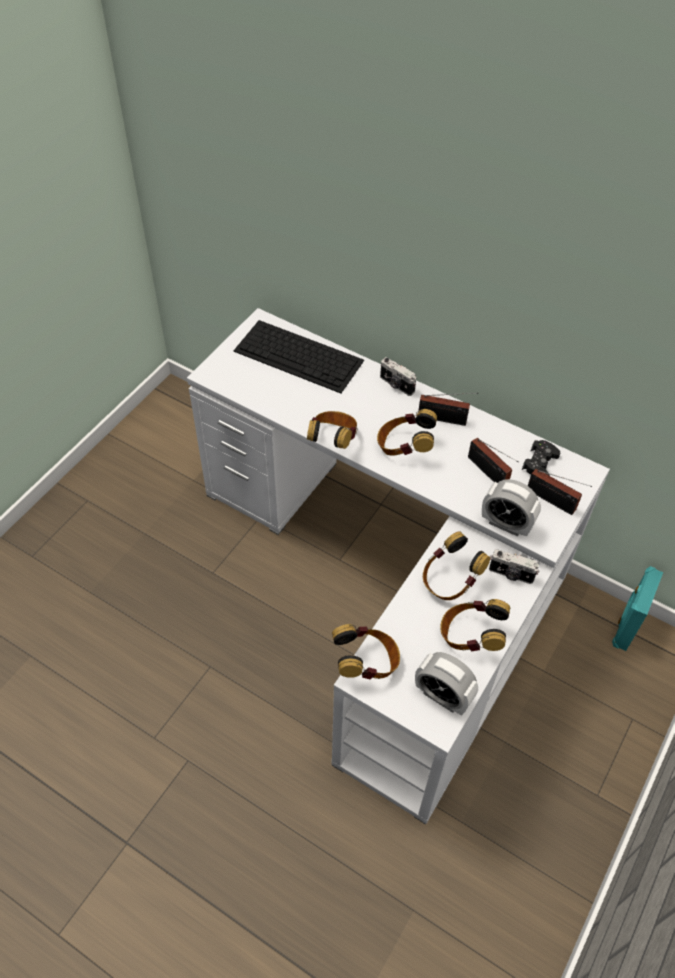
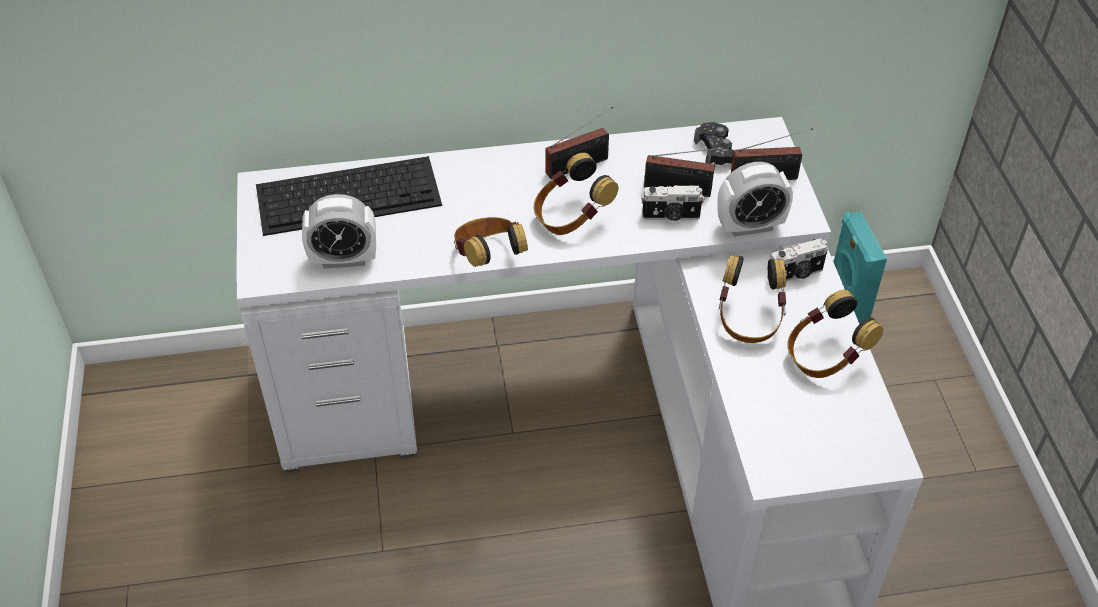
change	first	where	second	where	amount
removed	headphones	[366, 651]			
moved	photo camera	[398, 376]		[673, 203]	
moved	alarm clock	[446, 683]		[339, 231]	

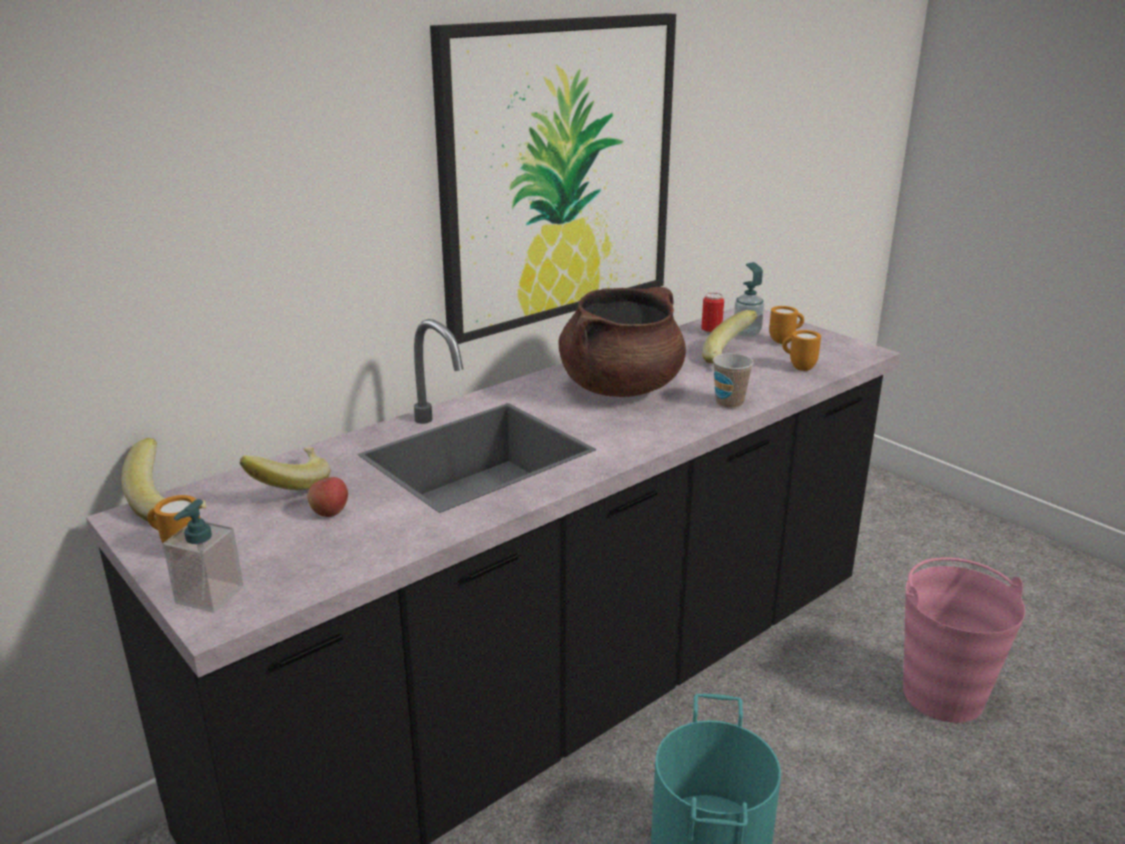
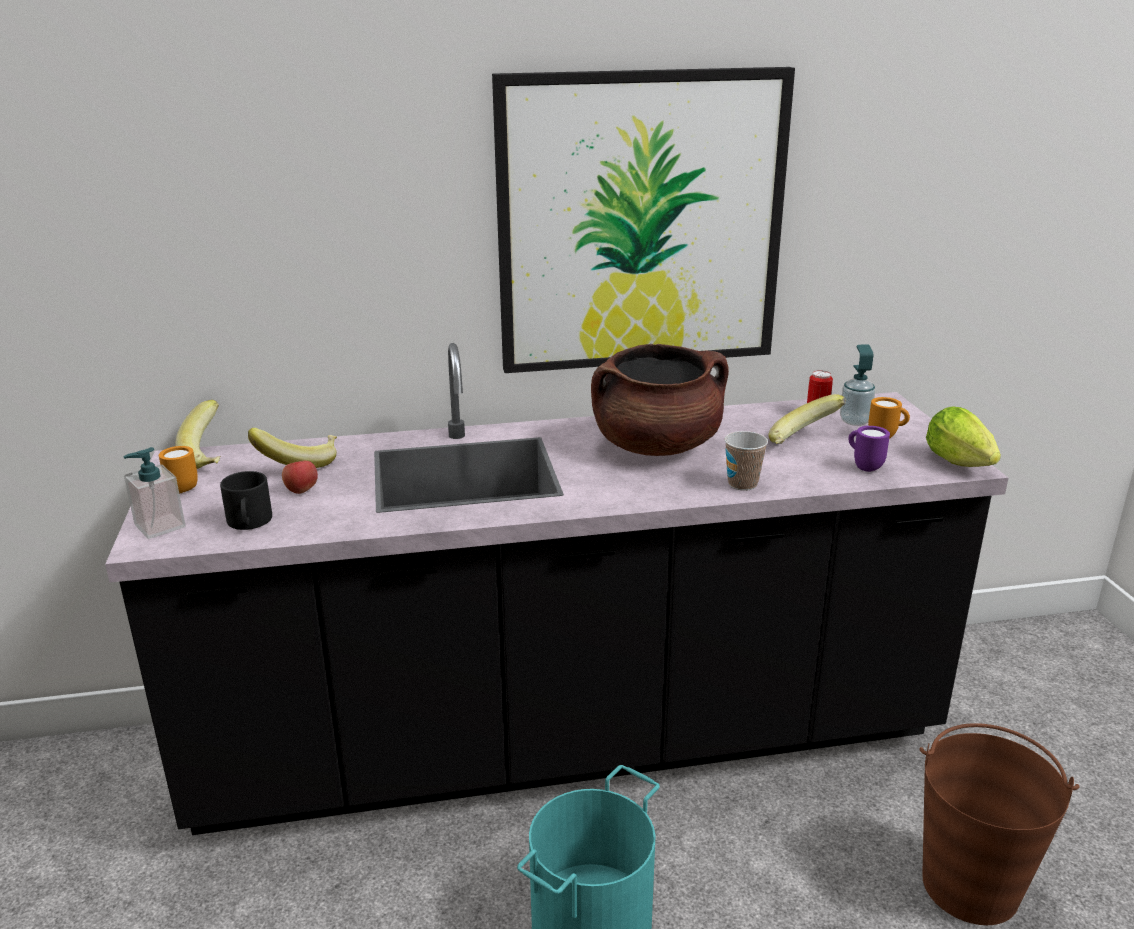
change	first	where	second	where	amount
added			mug (black)	[246, 500]	
added			lettuce	[963, 436]	
recoloured	mug (orange)	[801, 350]	mug (purple)	[869, 449]	
recoloured	bucket (pink)	[964, 640]	bucket (brown)	[999, 824]	

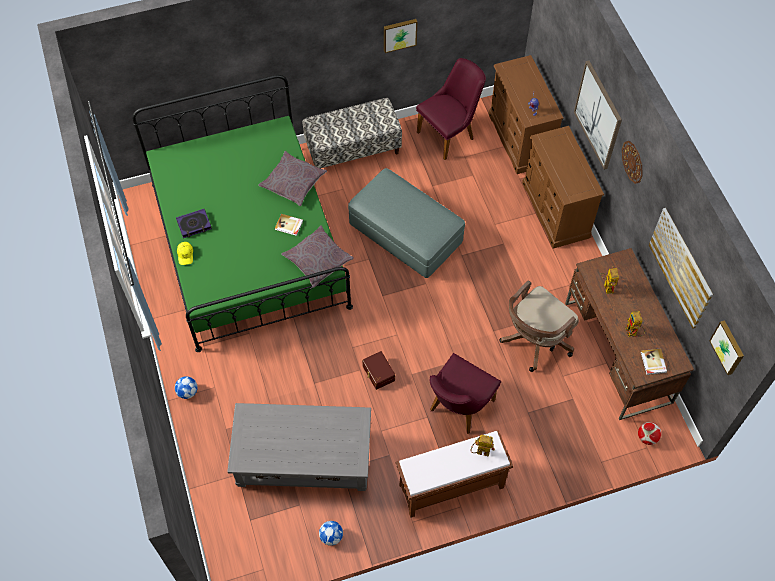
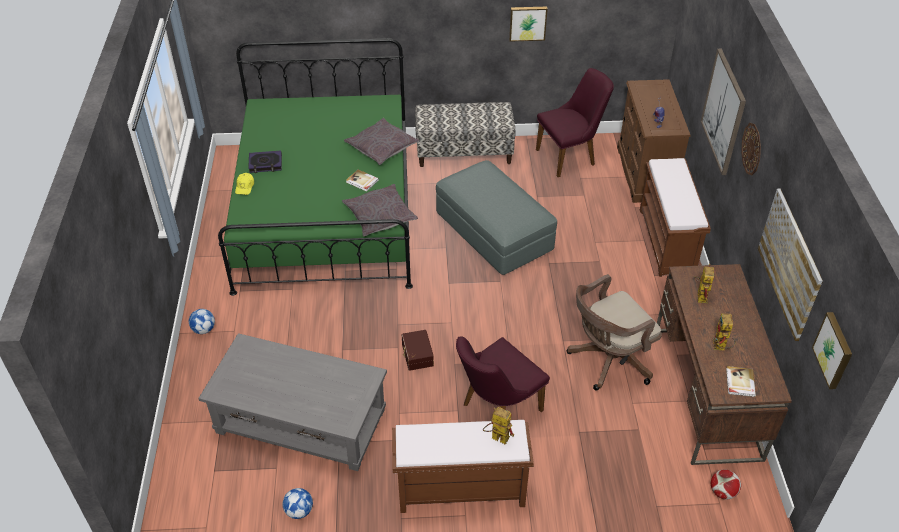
change	first	where	second	where	amount
replaced	dresser (brown)	[563, 187]	bench (brown)	[675, 217]	

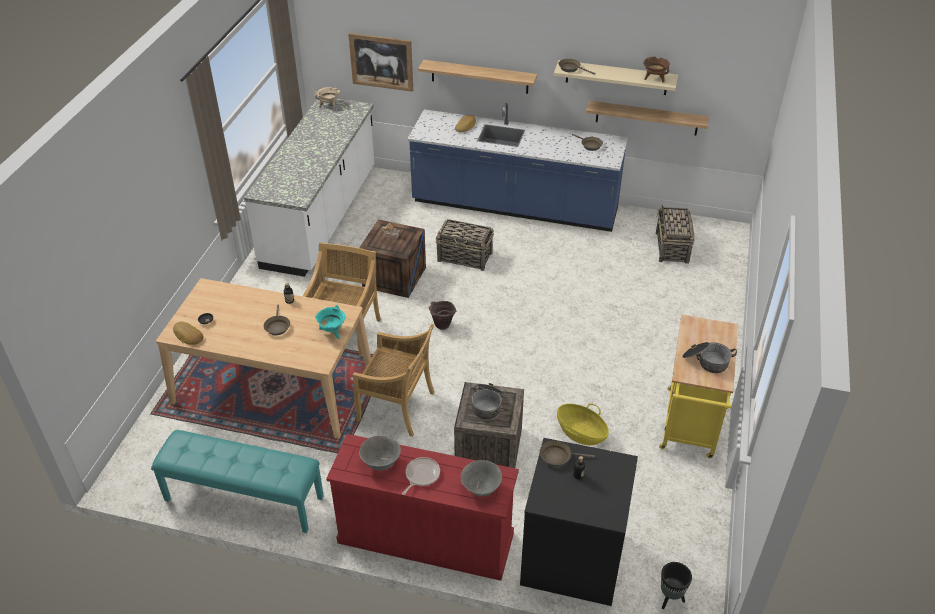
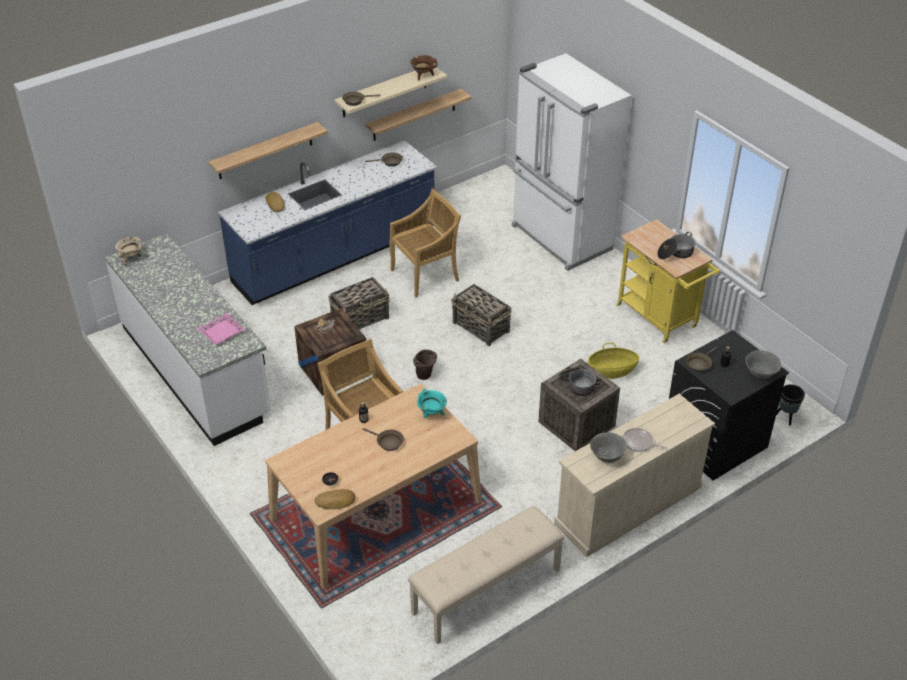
change	first	where	second	where	amount
removed	picture	[380, 62]			
added			tray (pink)	[221, 329]	
added			fridge (white)	[572, 162]	
moved	chair (beige)	[393, 380]		[425, 243]	
moved	bowl (grey)	[481, 478]		[763, 364]	
moved	basket	[675, 234]		[481, 315]	
recoloured	bench (turquoise)	[237, 481]	bench (beige)	[486, 575]	
recoloured	dresser (red)	[422, 507]	dresser (beige)	[634, 475]	
turned	frying pan	[421, 476]		[645, 440]	45 degrees counterclockwise

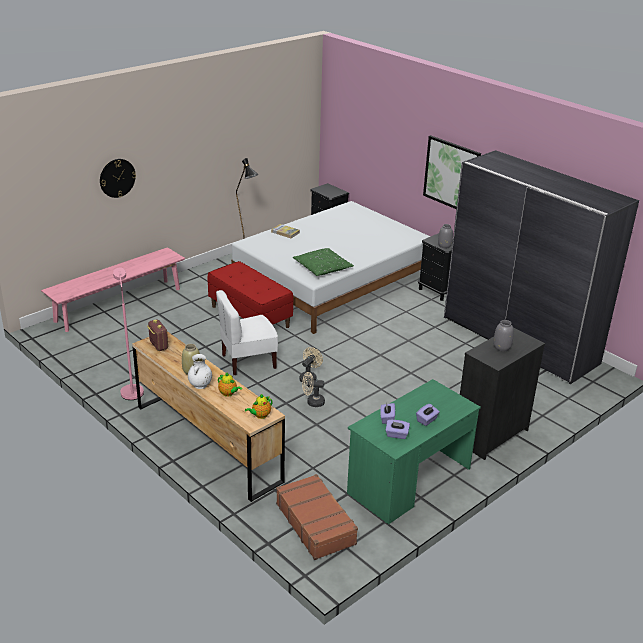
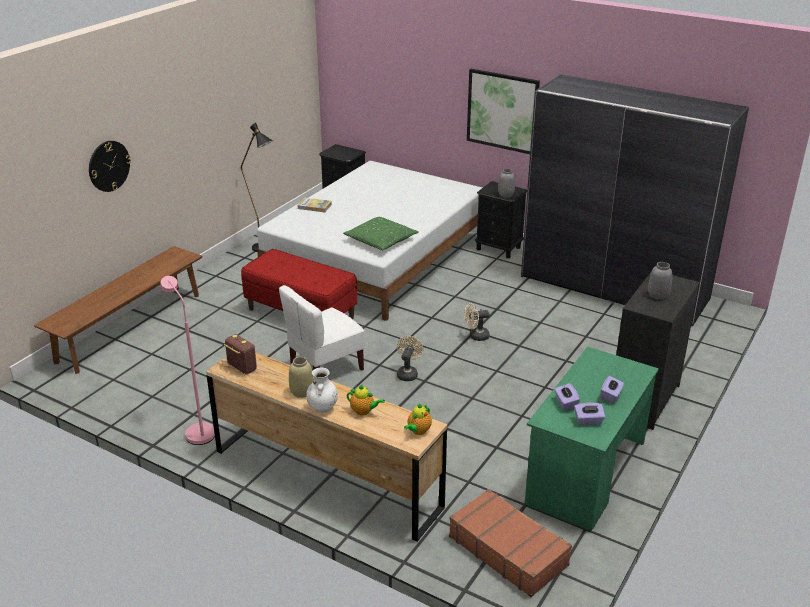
change	first	where	second	where	amount
moved	fan (beige)	[313, 389]		[477, 322]	
recoloured	bench (pink)	[113, 289]	bench (brown)	[118, 310]	

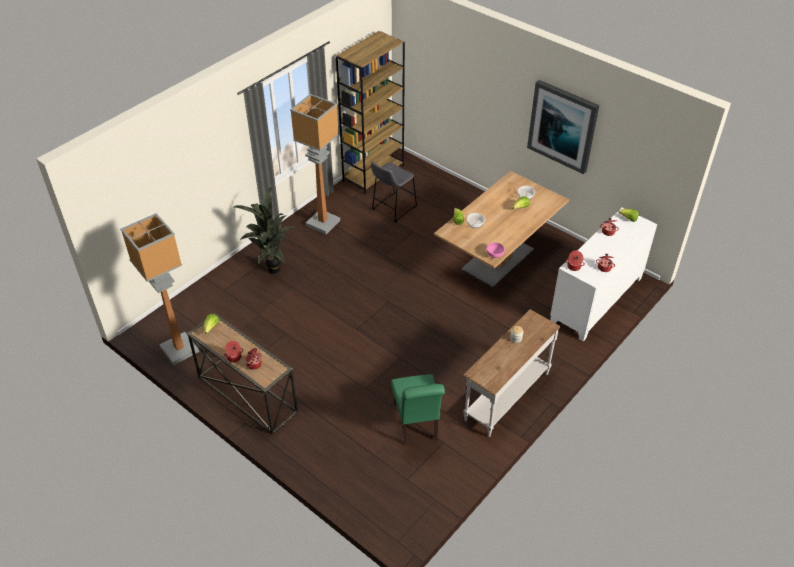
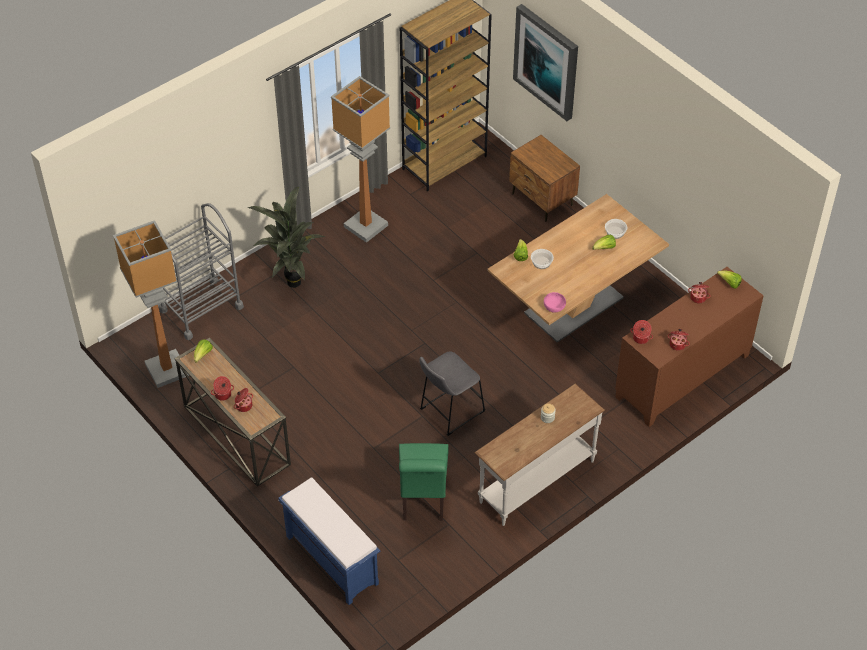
change	first	where	second	where	amount
added			cart (grey)	[201, 271]	
added			bench (blue)	[329, 541]	
added			nightstand (brown)	[544, 178]	
moved	stool (grey)	[394, 191]		[452, 393]	
moved	picture	[563, 127]		[545, 62]	
recoloured	cabinet (white)	[603, 274]	cabinet (brown)	[689, 347]	

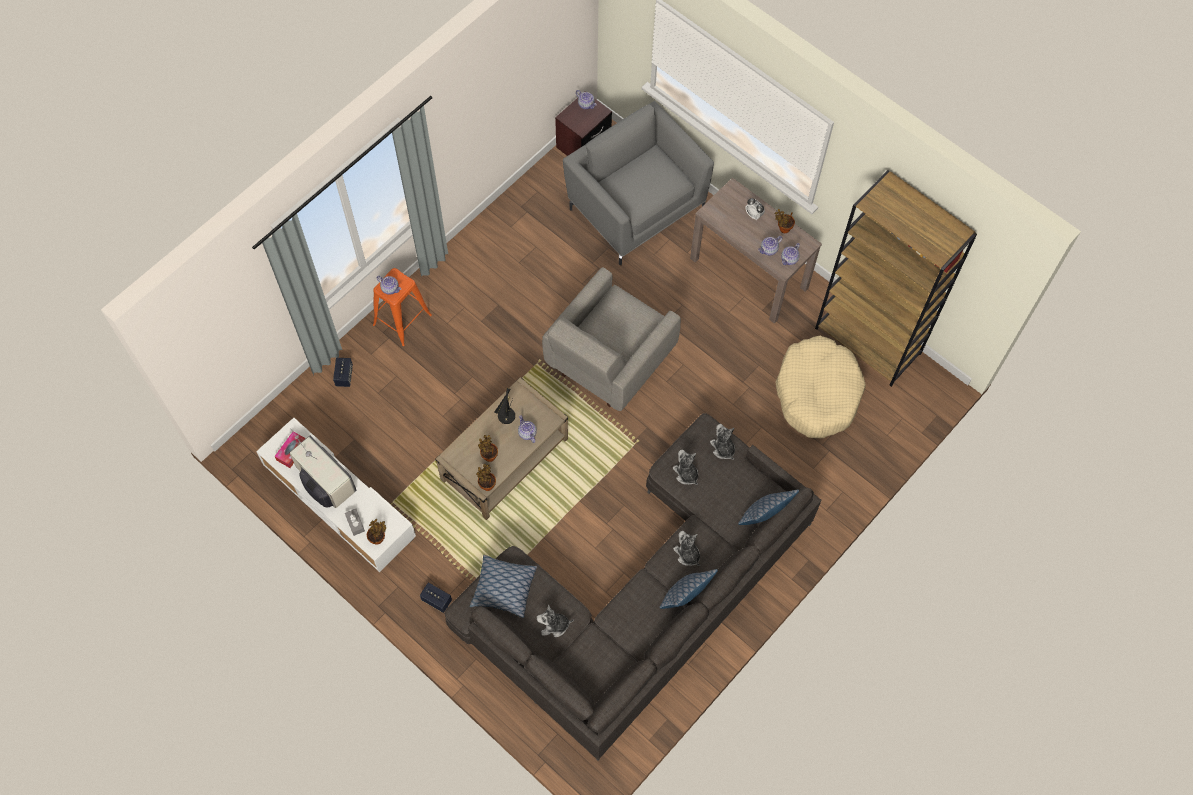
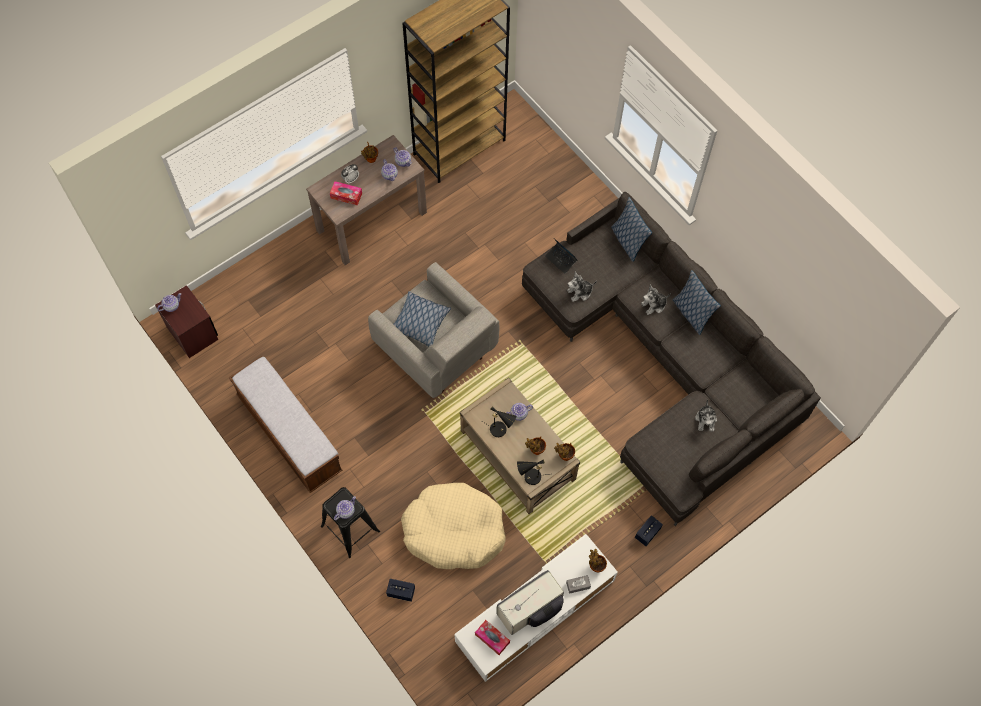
change	first	where	second	where	amount
removed	armchair (grey)	[638, 183]			
added			bench	[286, 424]	
added			tissue box	[346, 193]	
added			table lamp (black)	[533, 472]	
moved	pillow	[503, 586]		[422, 319]	
moved	dog bed (beige)	[820, 387]		[453, 526]	
replaced	plush toy	[722, 442]	laptop	[561, 256]	
recoloured	stool (orange)	[402, 307]	stool (black)	[350, 522]	

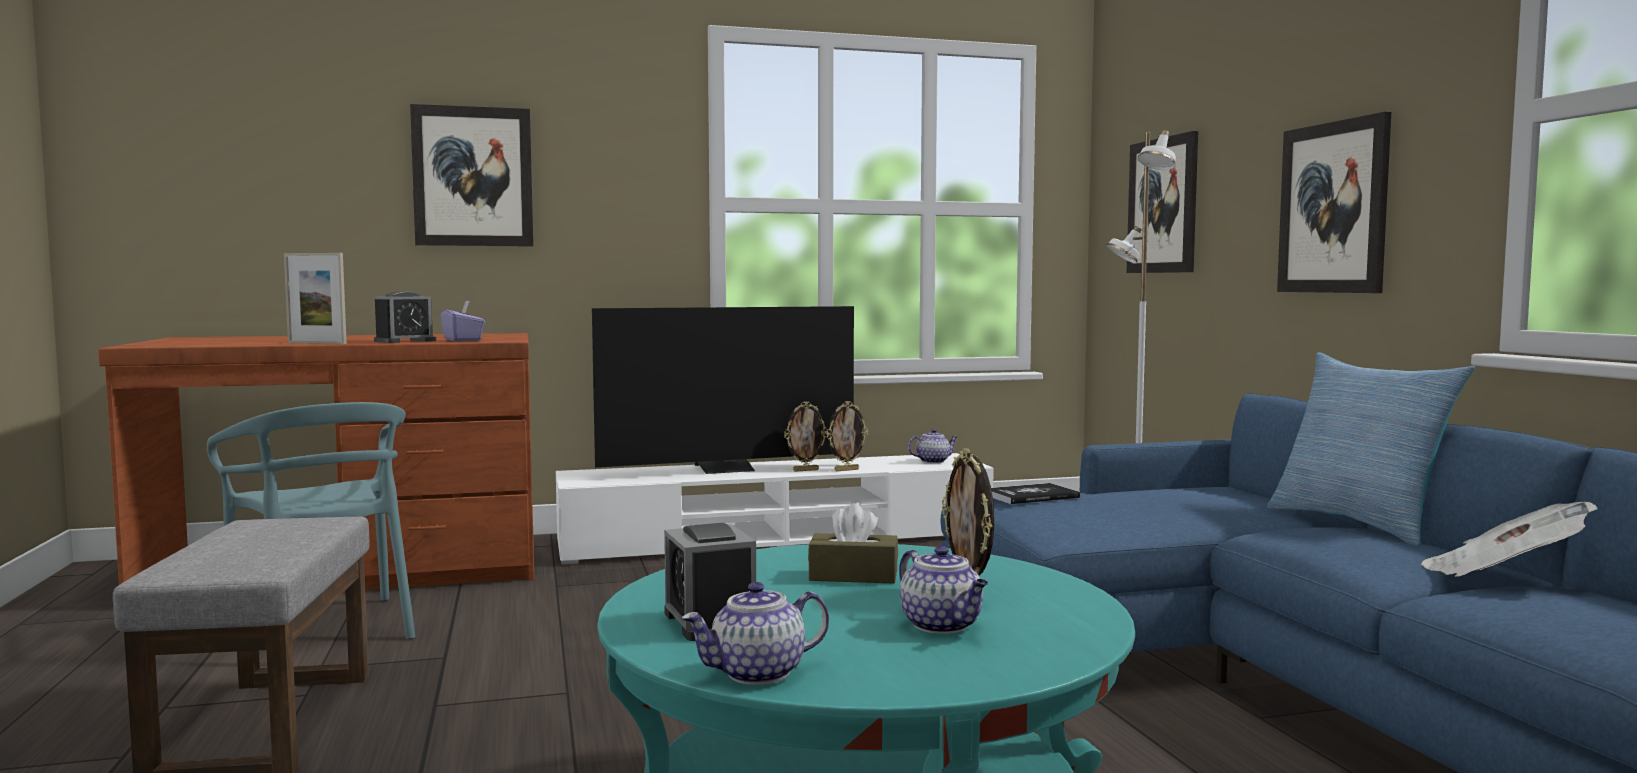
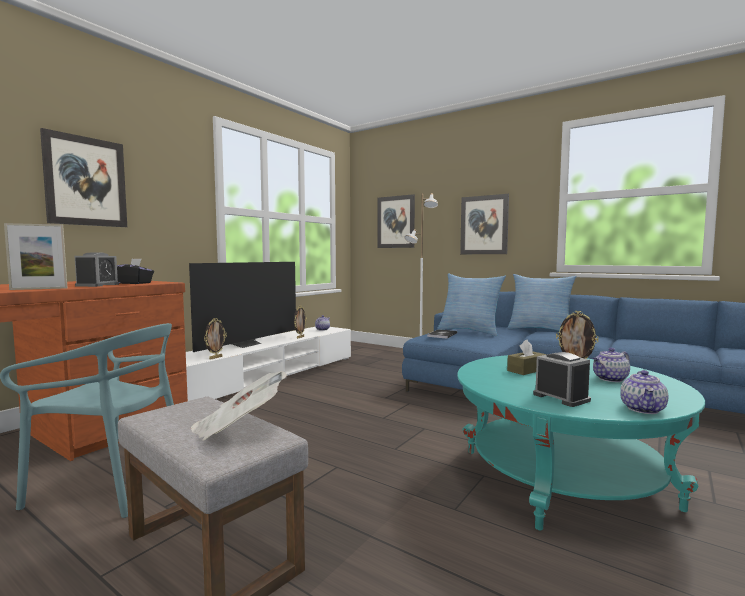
change	first	where	second	where	amount
added			pillow	[471, 304]	
moved	picture frame	[806, 436]		[215, 339]	
moved	newspaper	[1509, 539]		[238, 405]	
recoloured	tissue box (purple)	[463, 321]	tissue box (black)	[135, 271]	
turned	alarm clock	[710, 582]		[562, 379]	150 degrees counterclockwise
turned	teapot	[943, 590]		[611, 365]	135 degrees clockwise

